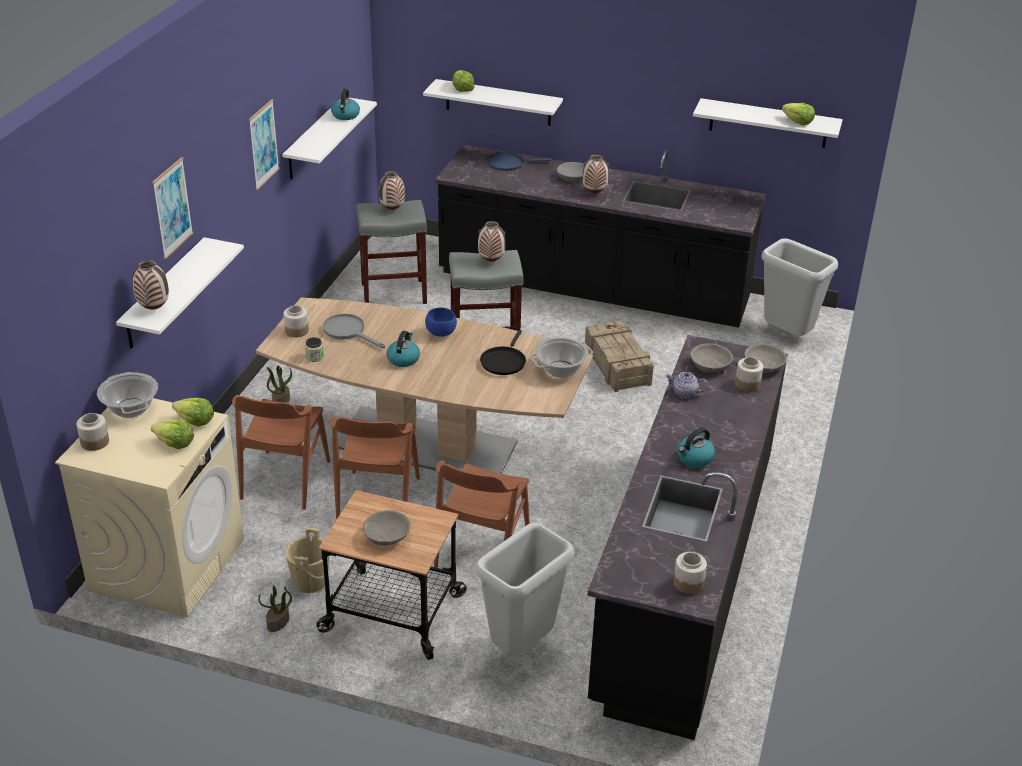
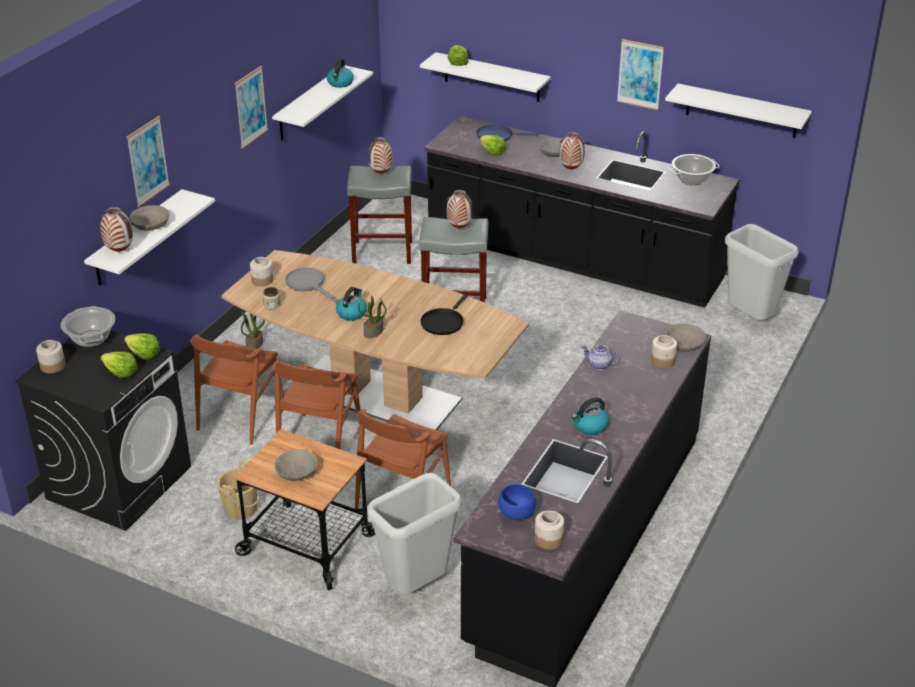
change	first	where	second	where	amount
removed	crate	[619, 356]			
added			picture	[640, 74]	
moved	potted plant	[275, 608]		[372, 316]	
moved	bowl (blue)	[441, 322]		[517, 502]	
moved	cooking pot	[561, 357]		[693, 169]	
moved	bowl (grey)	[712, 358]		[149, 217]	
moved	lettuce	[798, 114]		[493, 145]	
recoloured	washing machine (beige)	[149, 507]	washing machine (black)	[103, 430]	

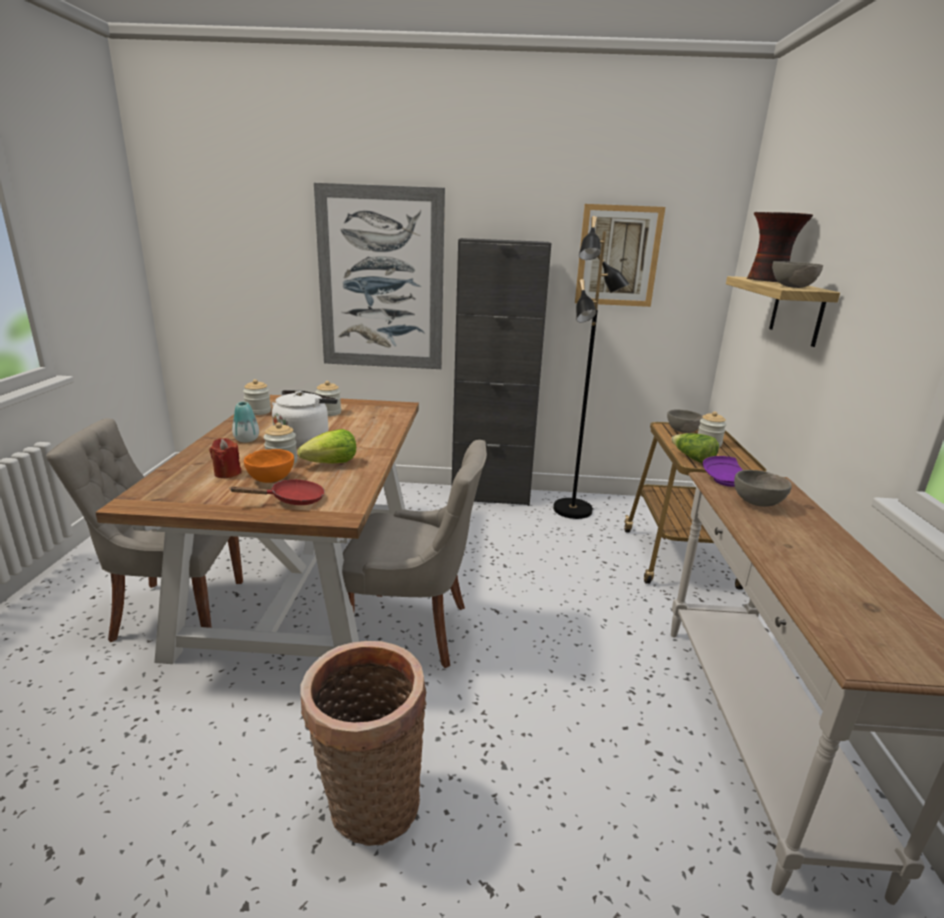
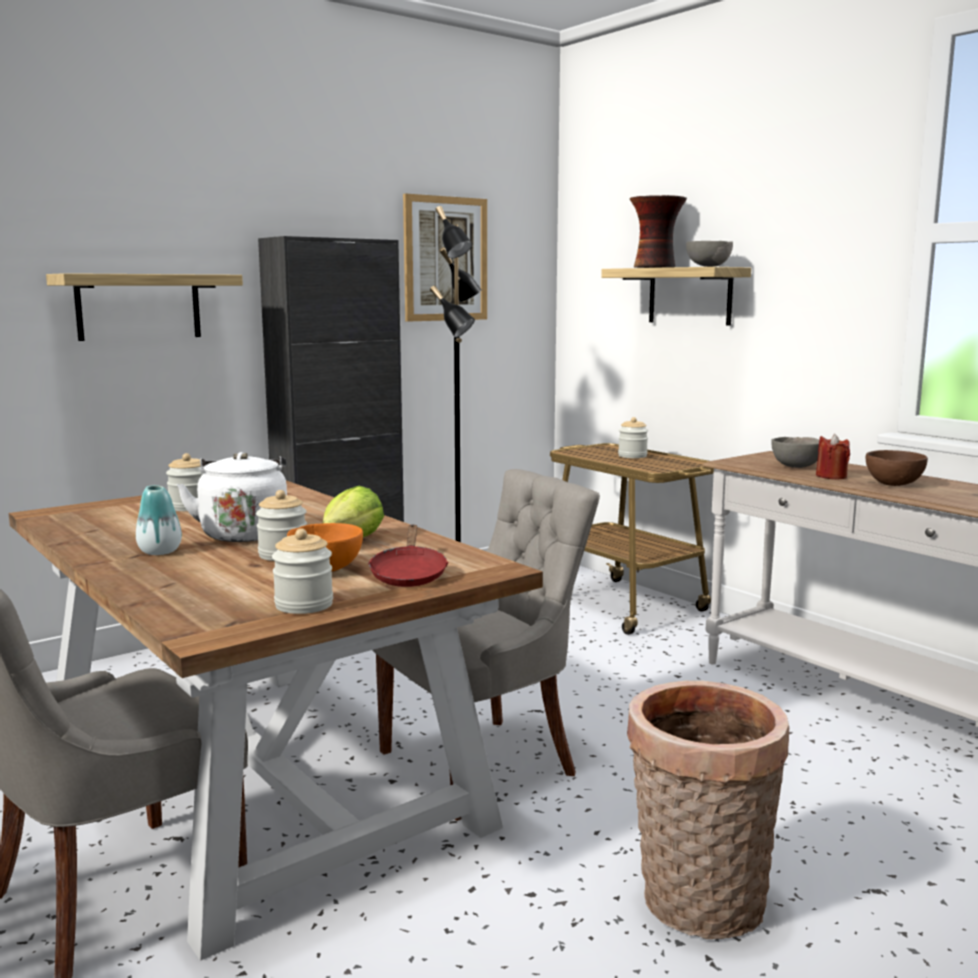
change	first	where	second	where	amount
removed	bowl (grey)	[685, 421]			
removed	lettuce	[695, 448]			
removed	plate (purple)	[723, 471]			
added			bowl (brown)	[897, 468]	
moved	candle (red)	[225, 458]		[833, 456]	
moved	jar	[257, 397]		[302, 571]	
replaced	picture	[379, 276]	shelf	[144, 307]	
turned	frying pan (red)	[278, 492]		[408, 556]	150 degrees clockwise

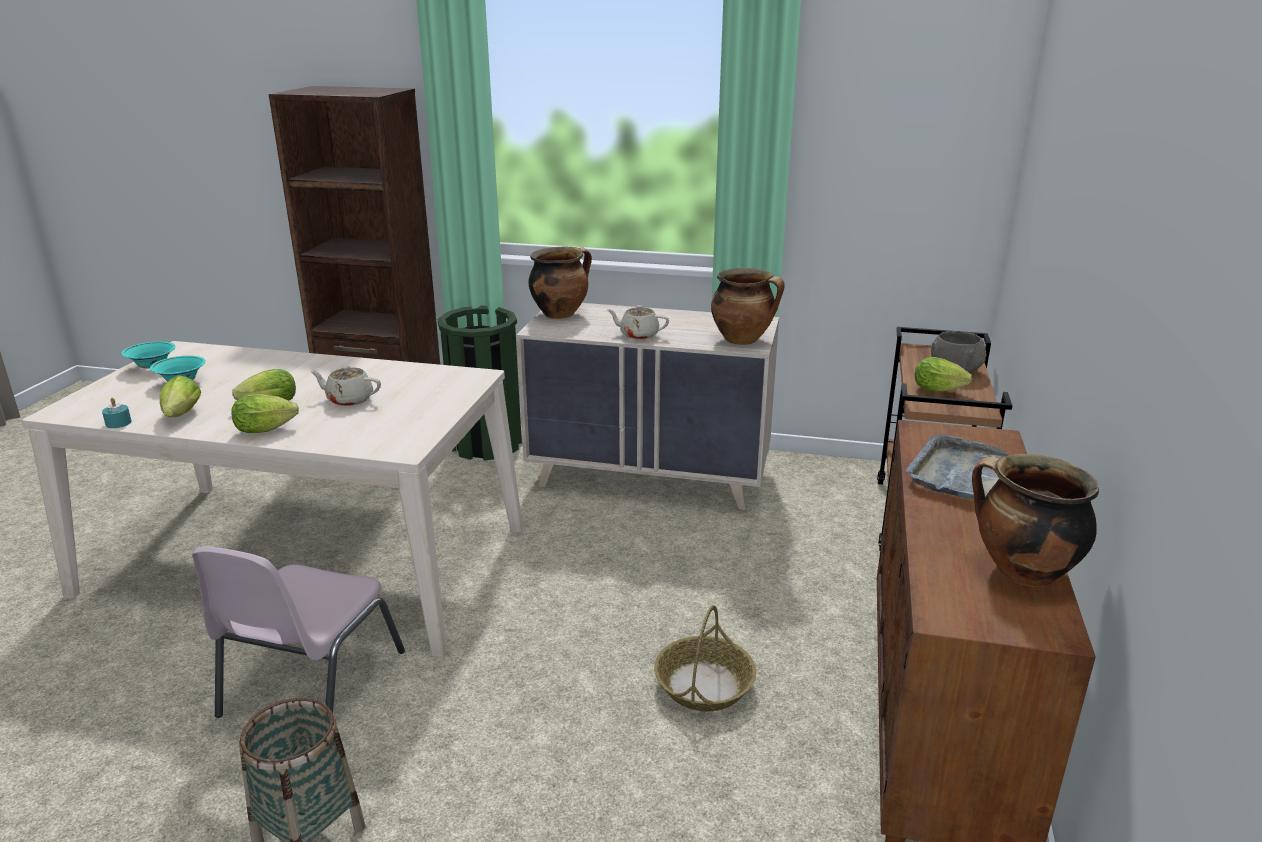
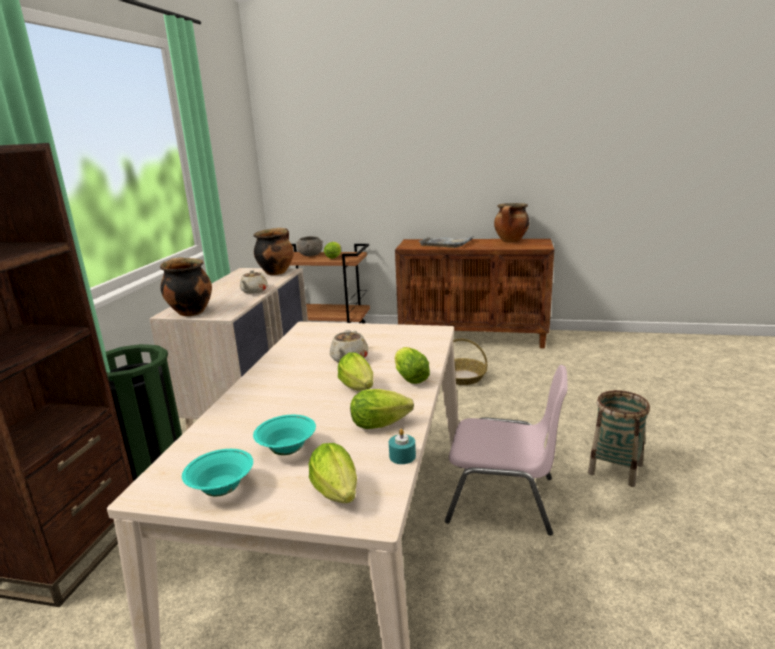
change	first	where	second	where	amount
added			lettuce	[333, 473]	

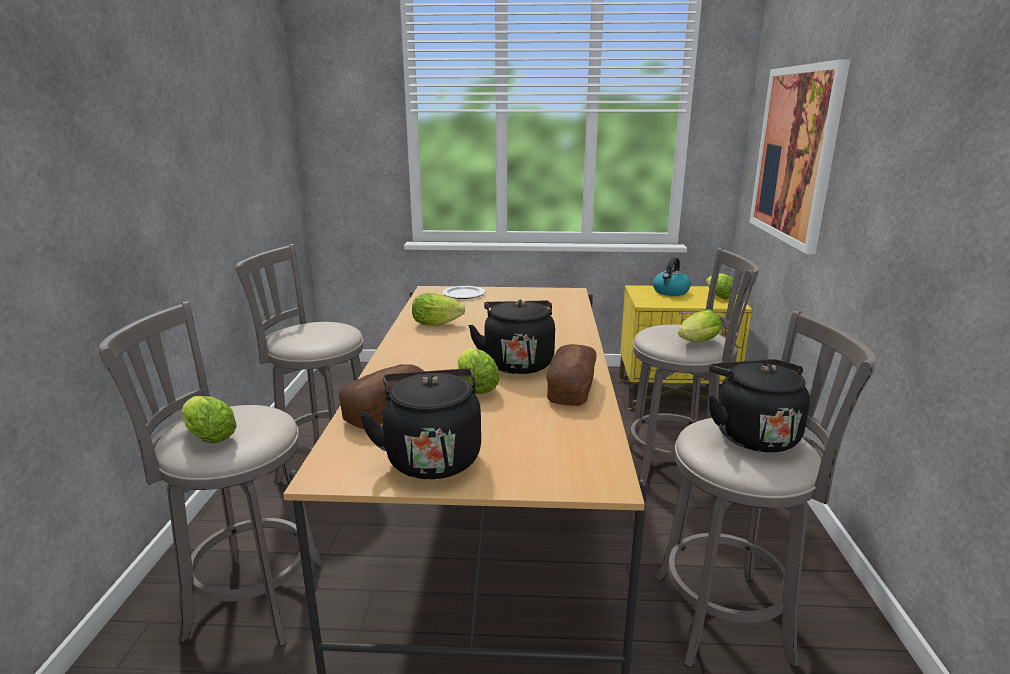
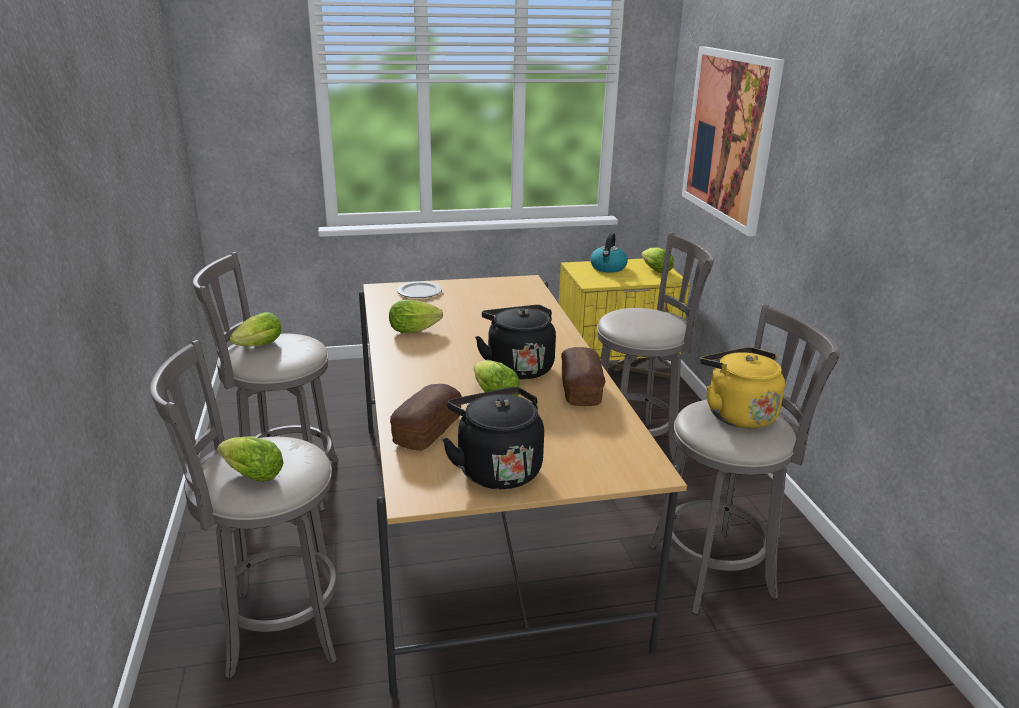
change	first	where	second	where	amount
moved	lettuce	[700, 326]		[256, 329]	
recoloured	kettle (black)	[759, 405]	kettle (yellow)	[742, 388]	

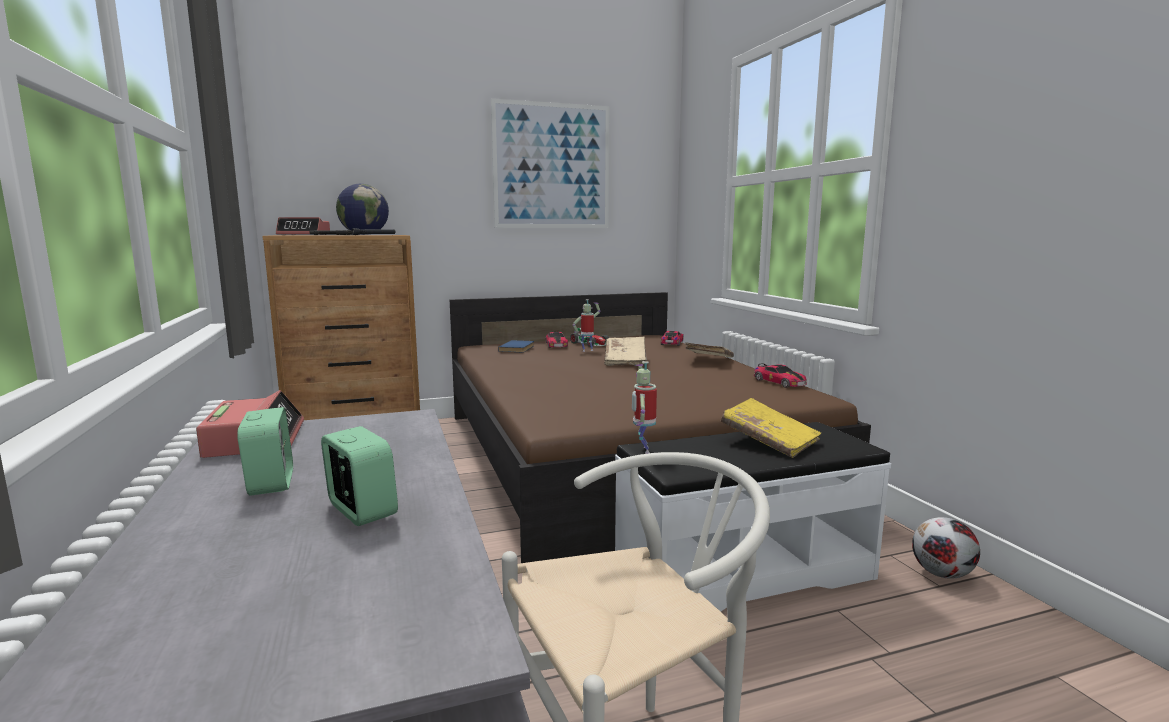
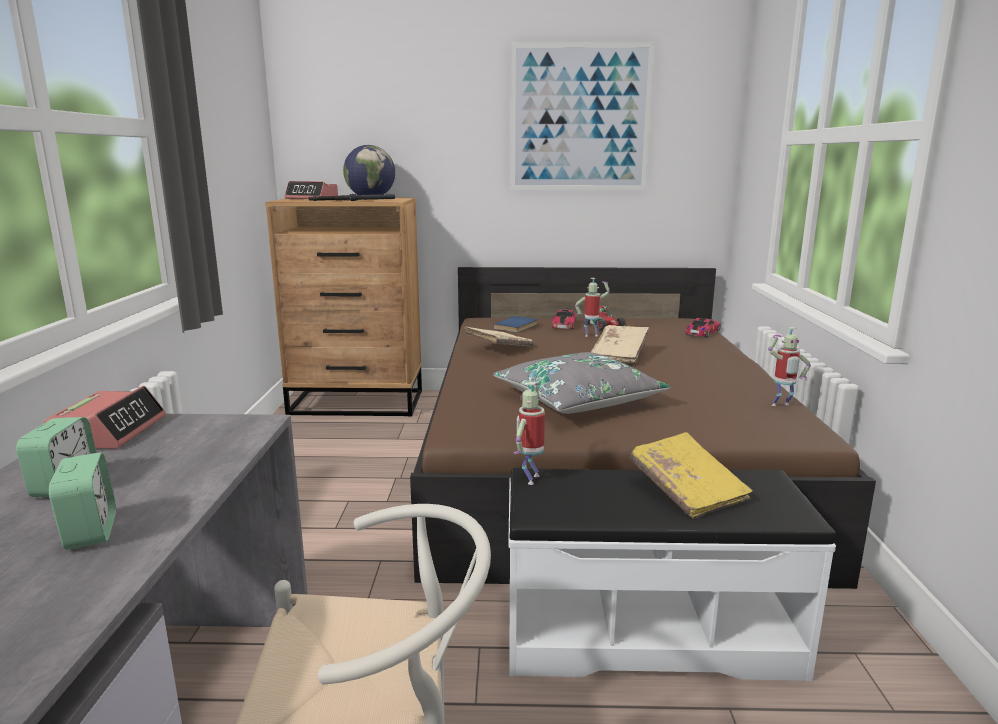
change	first	where	second	where	amount
removed	football	[946, 548]			
added			pillow (grey)	[582, 383]	
moved	book (beige)	[709, 350]		[498, 336]	
replaced	toy car	[780, 376]	toy robot	[789, 366]	

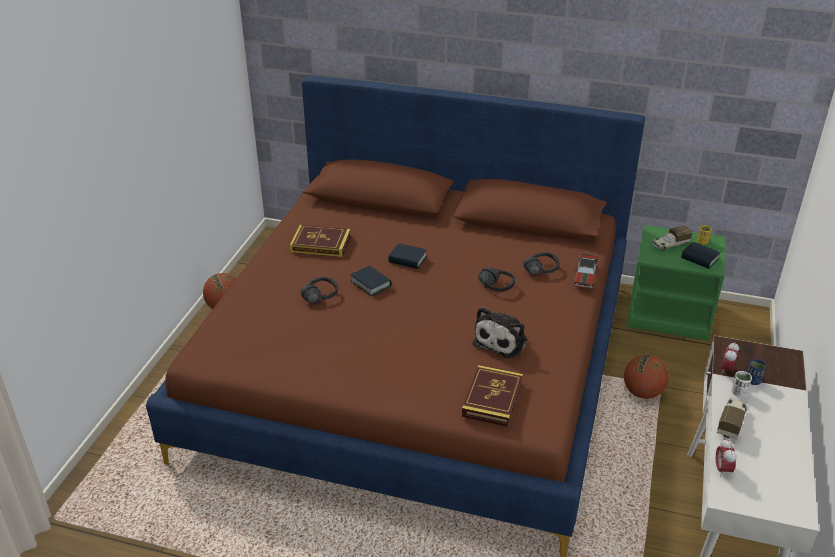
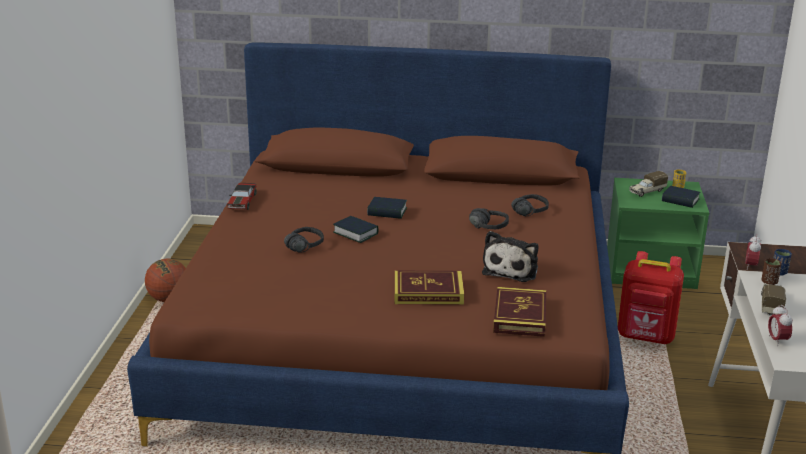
change	first	where	second	where	amount
moved	book	[320, 241]		[429, 288]	
moved	toy car	[586, 271]		[242, 196]	
replaced	basketball	[646, 377]	backpack (red)	[651, 297]	
recoloured	cup (white)	[741, 384]	cup (brown)	[772, 271]	

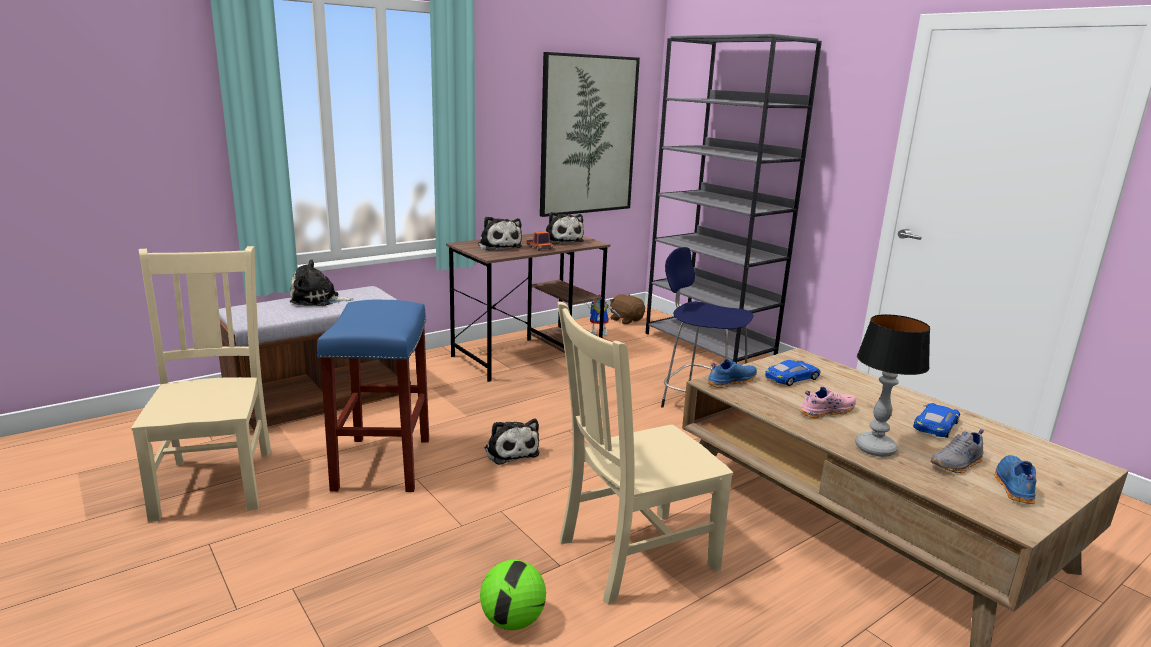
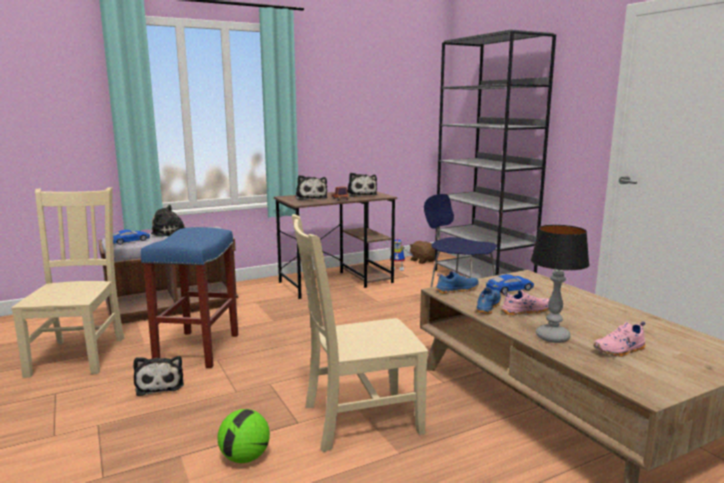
change	first	where	second	where	amount
removed	picture	[590, 134]			
moved	plush toy	[512, 442]		[158, 376]	
moved	toy car (blue)	[937, 420]		[131, 237]	
moved	shoe (blue)	[1015, 479]		[488, 300]	
recoloured	shoe (grey)	[957, 451]	shoe (pink)	[619, 339]	

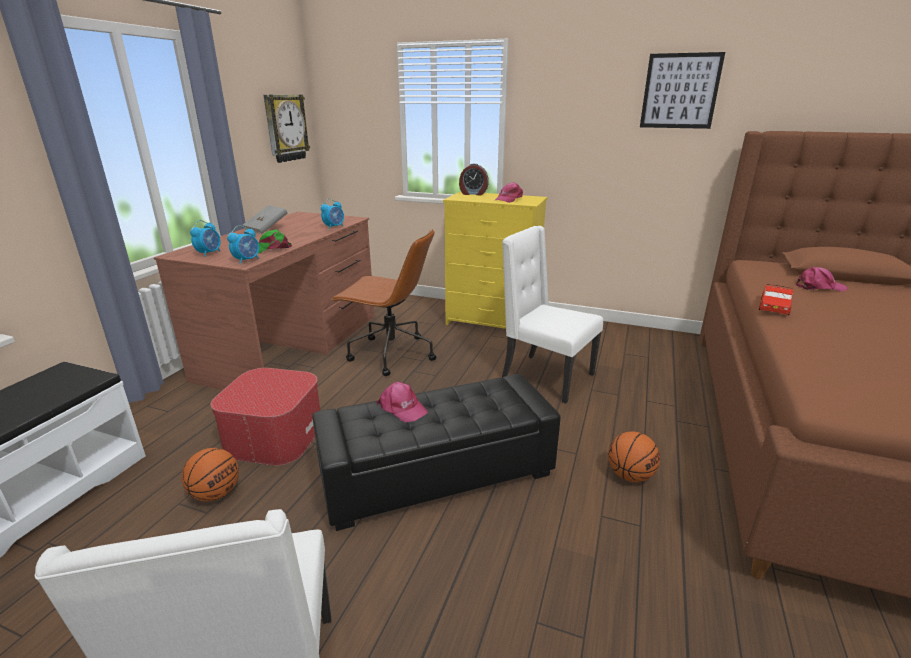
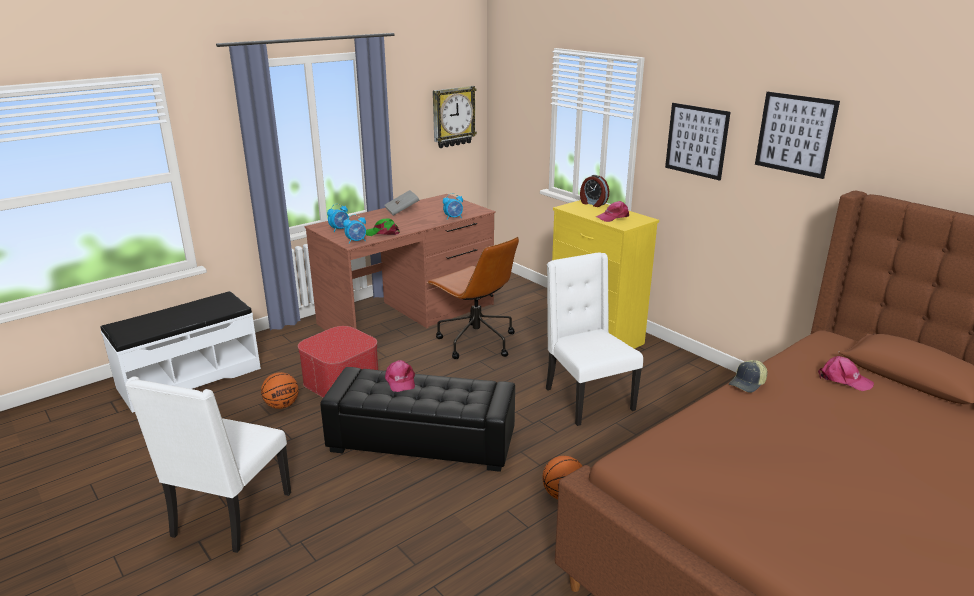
change	first	where	second	where	amount
added			picture	[698, 142]	
replaced	toy car (red)	[776, 299]	cap	[748, 376]	

